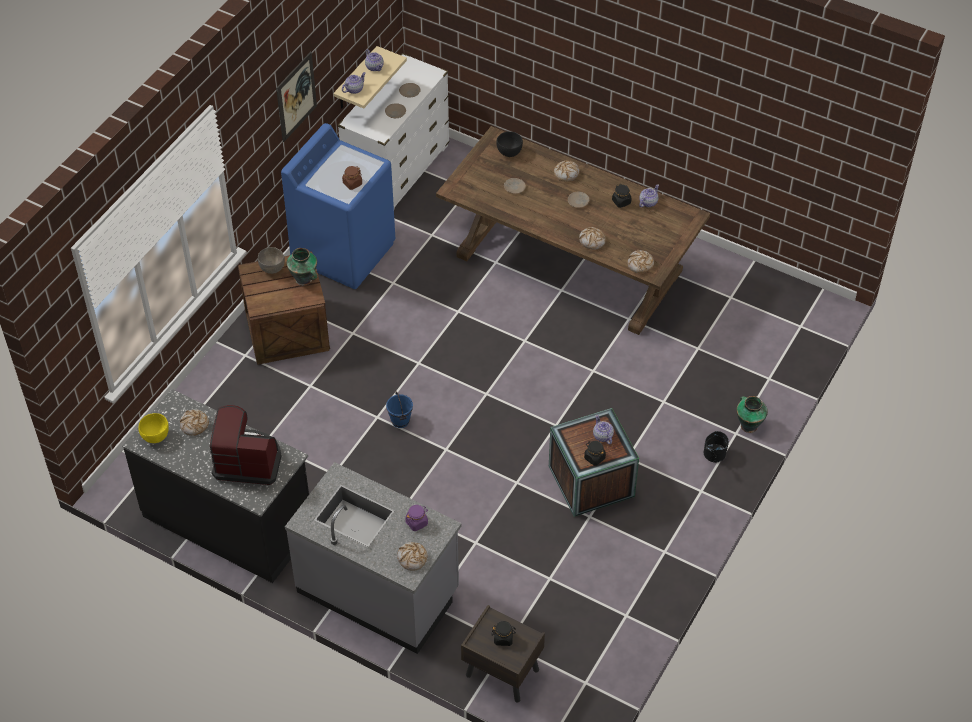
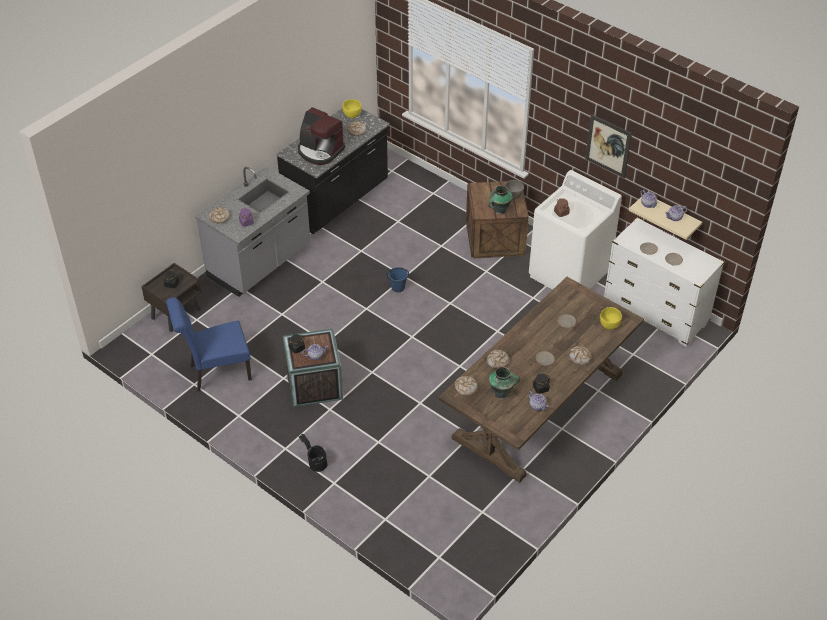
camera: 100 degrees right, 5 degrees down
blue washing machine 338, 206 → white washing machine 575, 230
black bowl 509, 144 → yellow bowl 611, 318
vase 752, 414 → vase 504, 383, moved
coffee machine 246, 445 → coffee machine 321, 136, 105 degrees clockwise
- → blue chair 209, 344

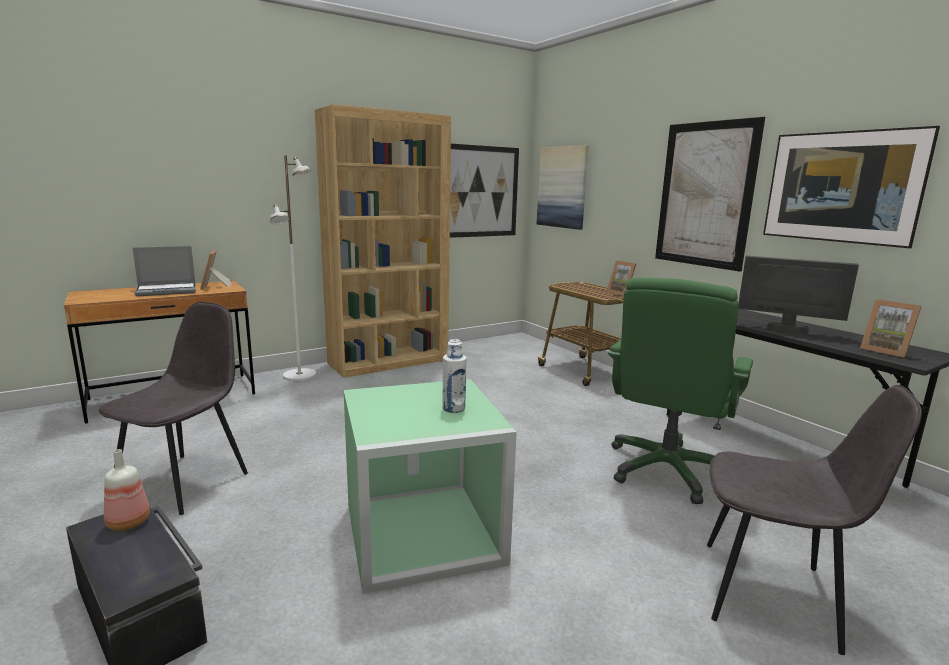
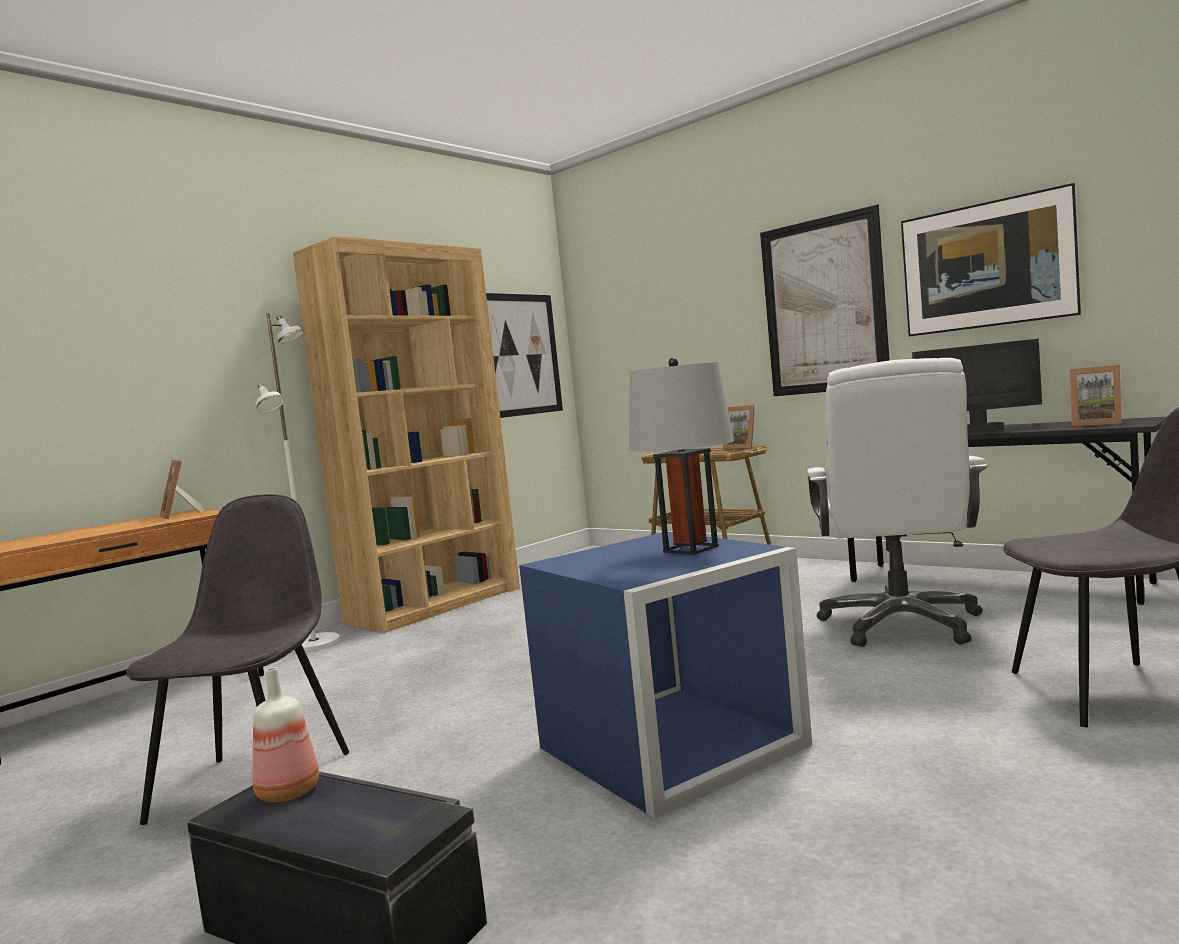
camera: 15 degrees left, 10 degrees down
picture 563, 187 → -
laptop 164, 271 → -
green office chair 680, 390 → white office chair 897, 502
white bottle 454, 376 → grey table lamp 681, 456
green storage box 430, 486 → blue storage box 665, 675

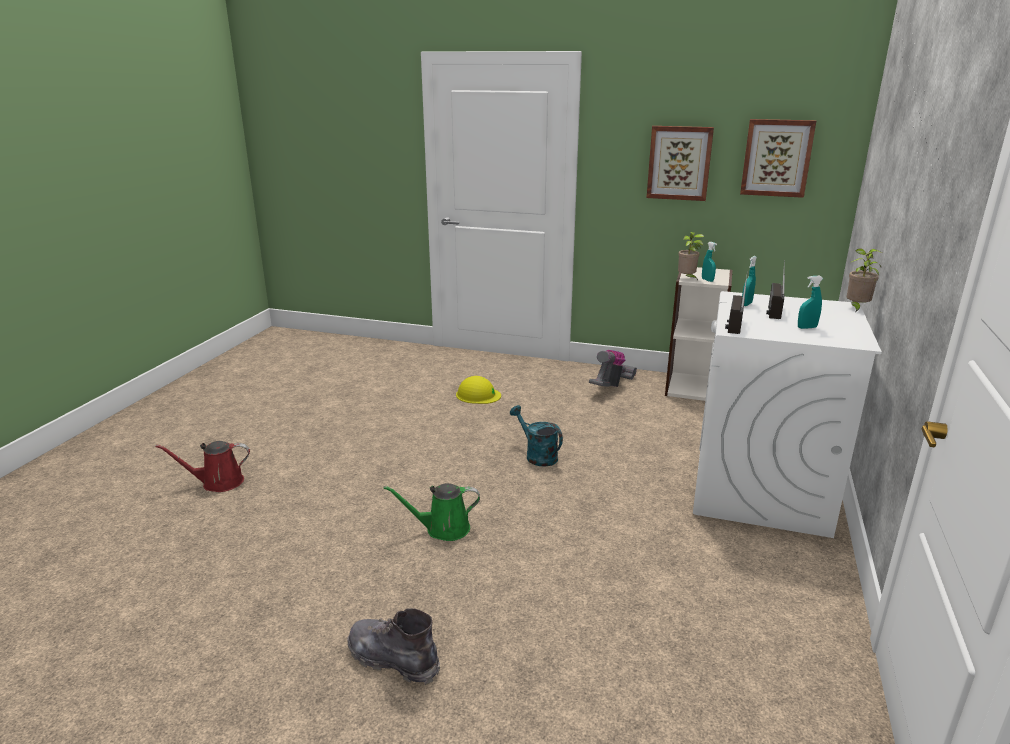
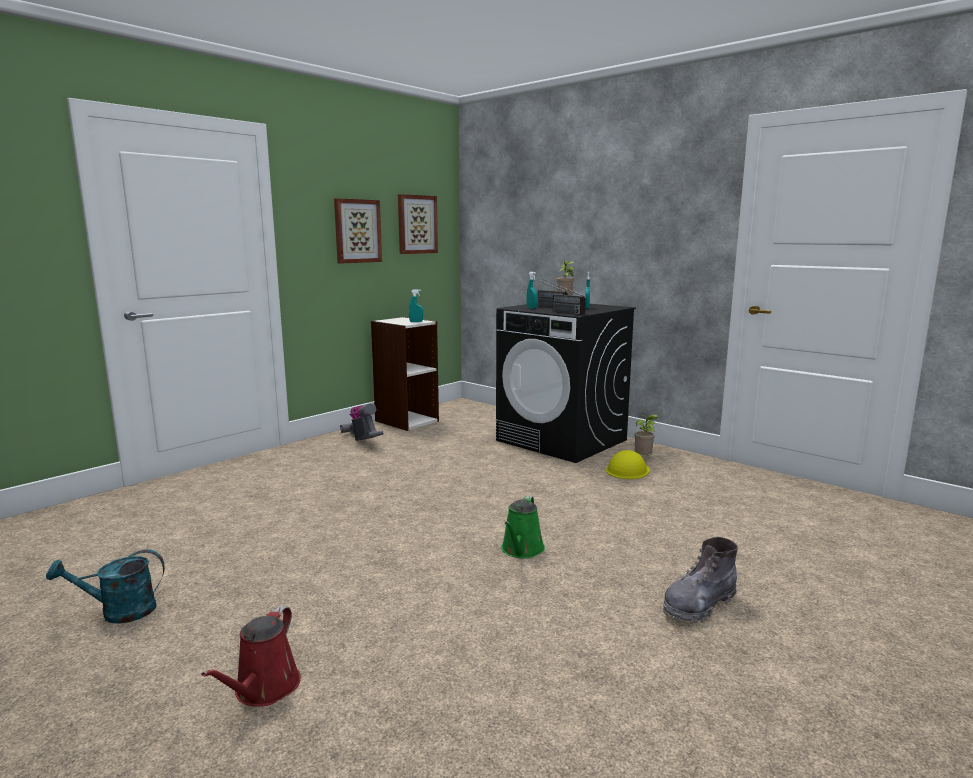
camera: 65 degrees left, 10 degrees down
potted plant 691, 256 → potted plant 646, 435, moved
white washing machine 787, 414 → black washing machine 566, 383
yellow hard hat 478, 390 → yellow hard hat 628, 464, moved
turquoise watering can 536, 436 → turquoise watering can 105, 586, moved

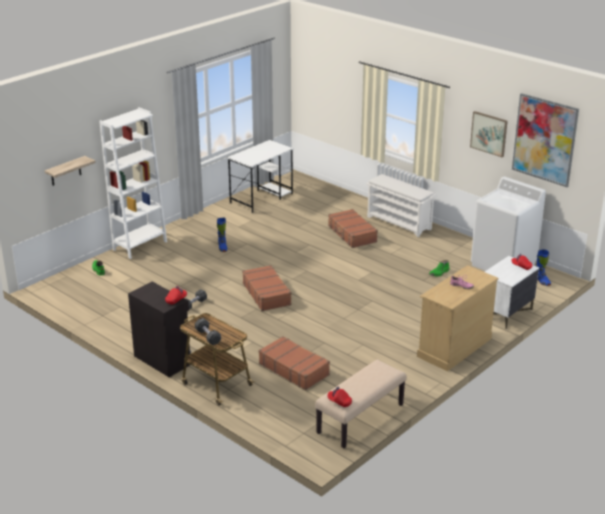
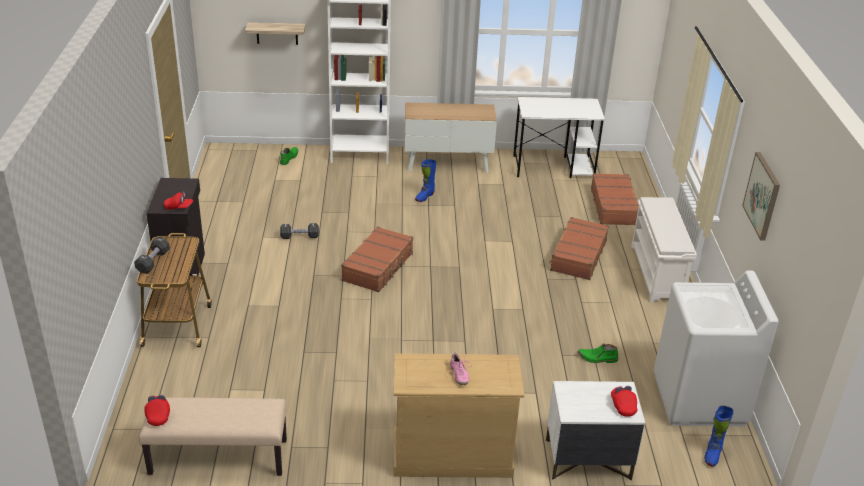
camera: 45 degrees right, 5 degrees up
picture 545, 140 → -
brown suitcase 294, 363 → brown suitcase 615, 199, moved
- → cabinet 451, 138

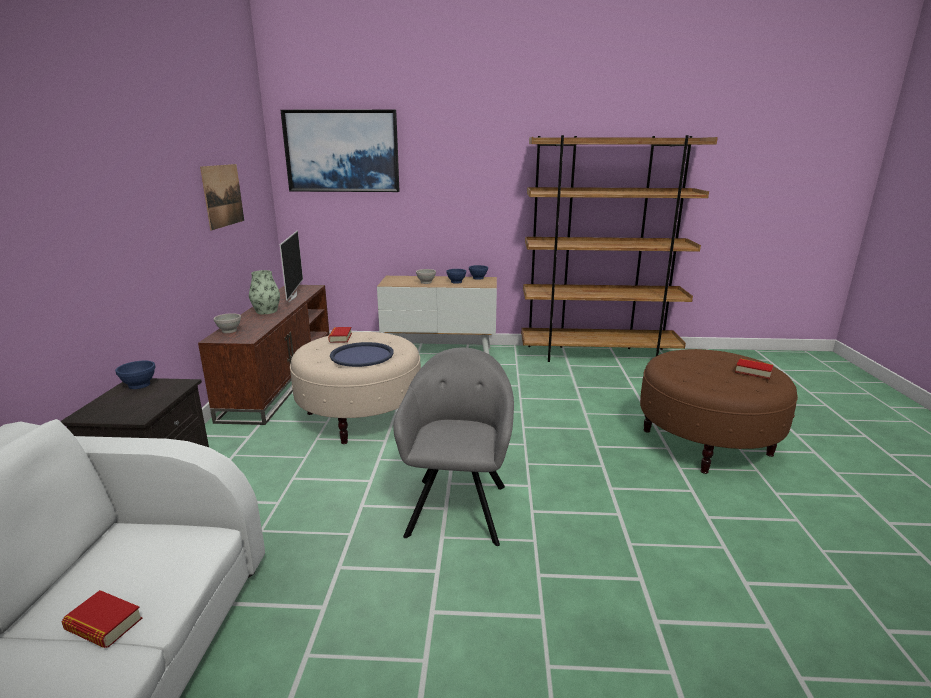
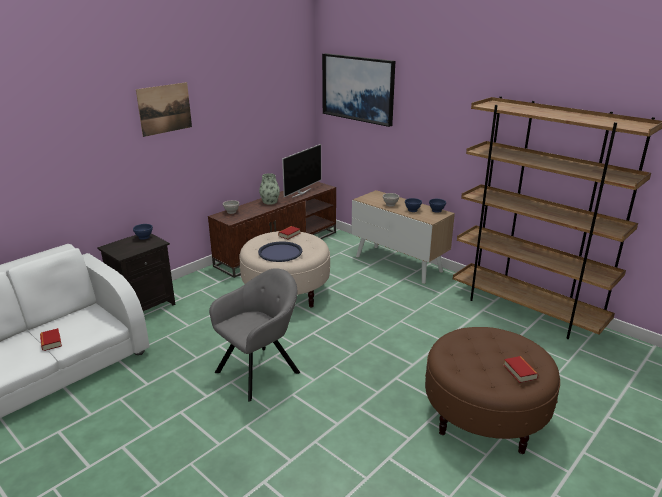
camera: 40 degrees right, 5 degrees up
picture 222, 197 → picture 164, 109, moved

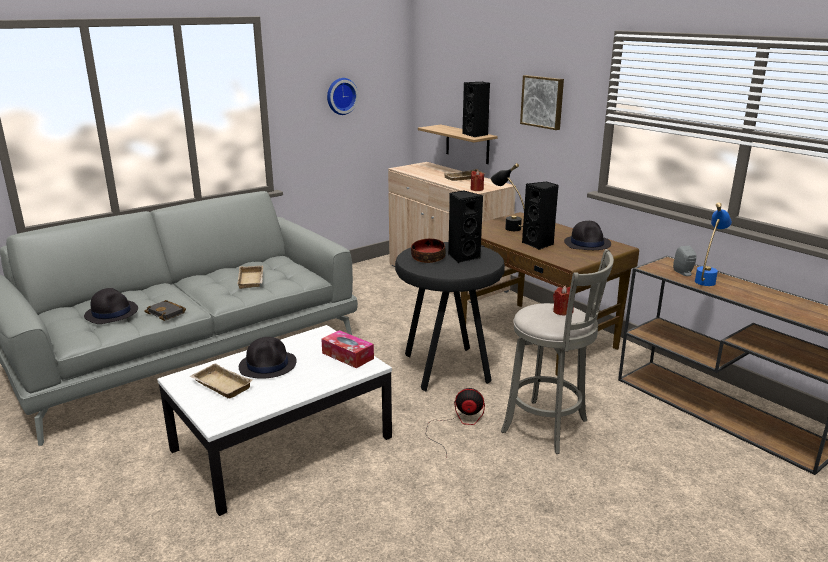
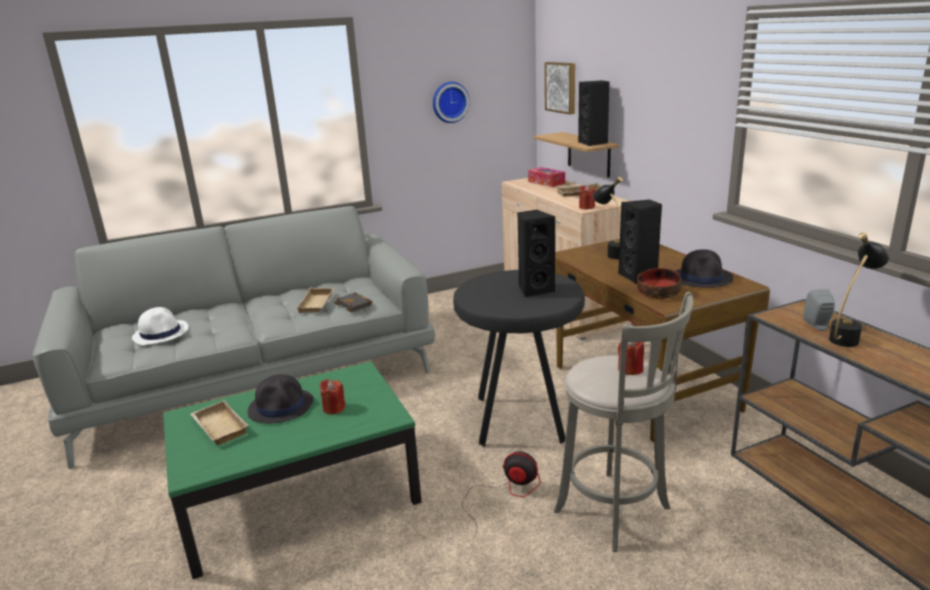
camera: 15 degrees right, 0 degrees up
picture 542, 102 → picture 560, 88, moved
blue table lamp 713, 244 → black table lamp 859, 289
bowl 428, 250 → bowl 659, 283, moved
black hat 111, 306 → white hat 160, 326
black book 165, 310 → black book 353, 302, moved
white coffee table 274, 420 → green coffee table 292, 470
tissue box 347, 349 → tissue box 546, 177, moved
- → red candle 332, 397

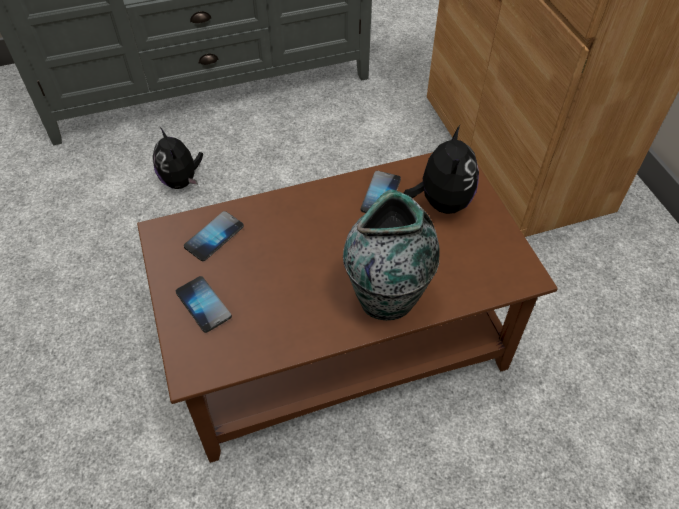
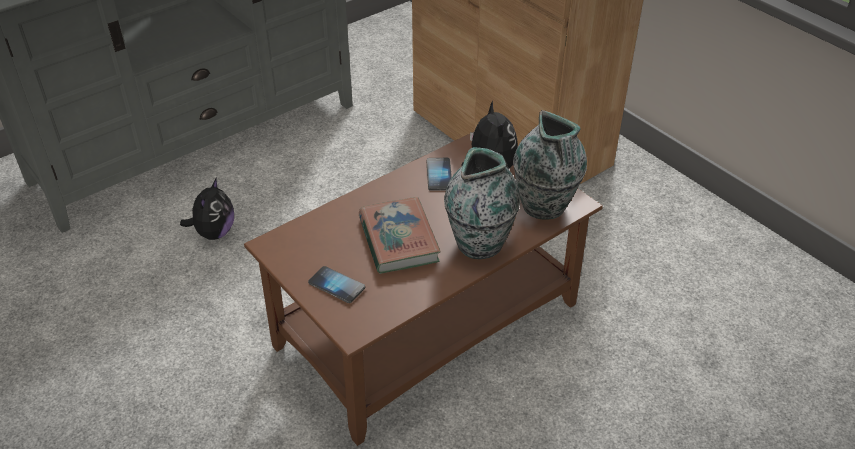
camera: 20 degrees left, 10 degrees down
plush toy 178, 158 → plush toy 207, 208, 120 degrees counterclockwise
phone 214, 236 → -
- → vase 550, 165
- → book 400, 235

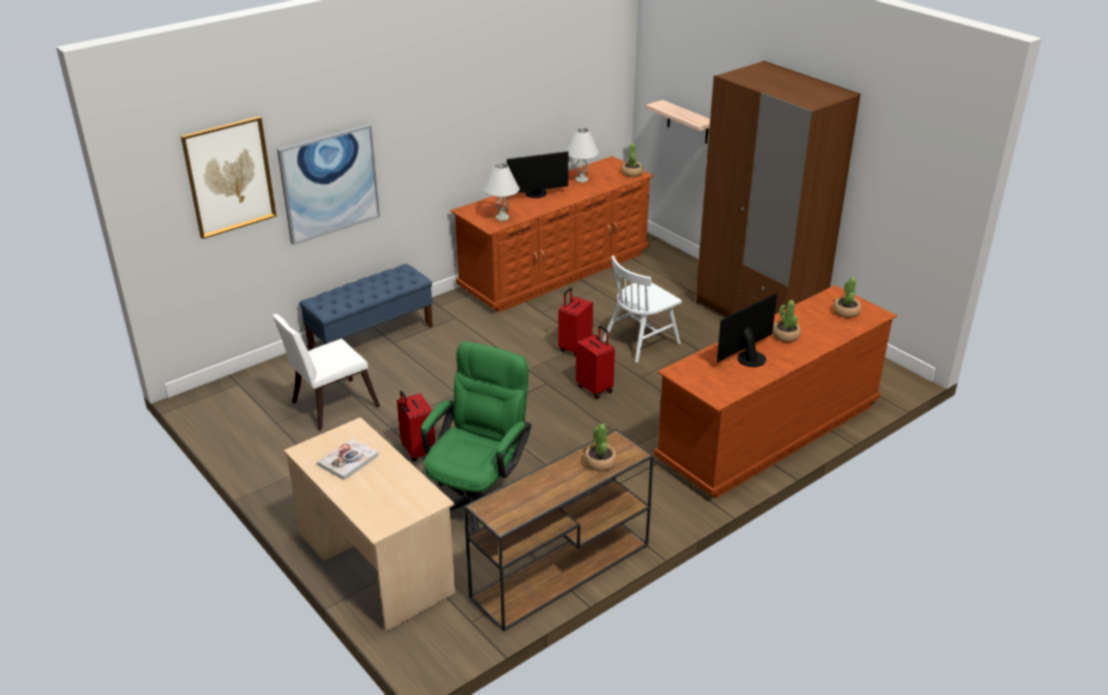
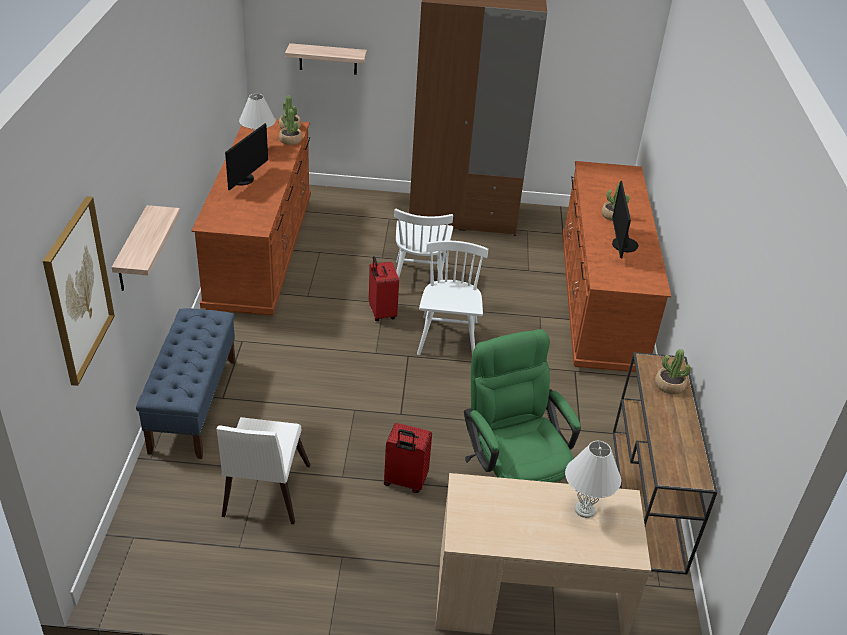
camera: 50 degrees left, 5 degrees up
picture 328, 184 → shelf 146, 248
white table lamp 501, 192 → white table lamp 593, 479, moved
potted plant 847, 297 → potted plant 290, 127, moved
red suitcase 595, 362 → white chair 452, 298
book 348, 459 → -

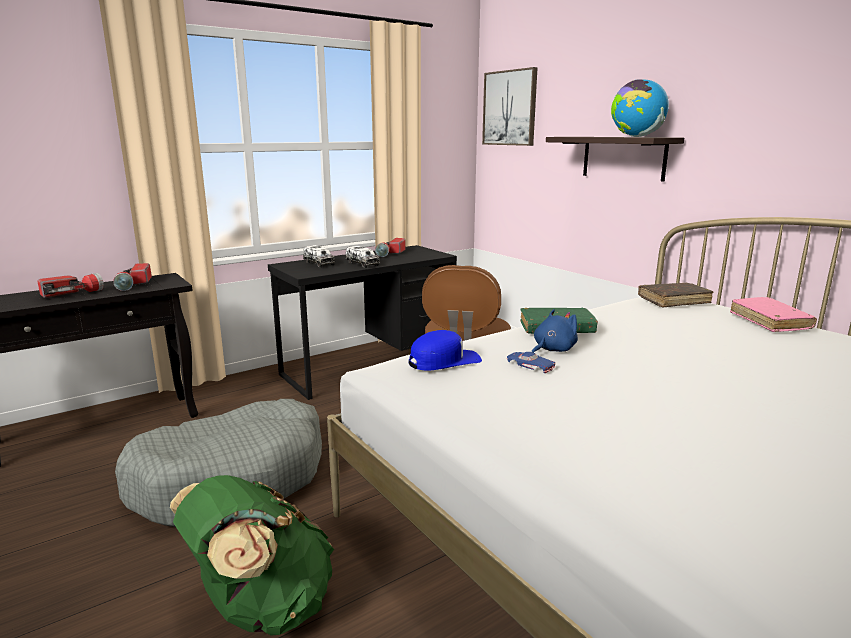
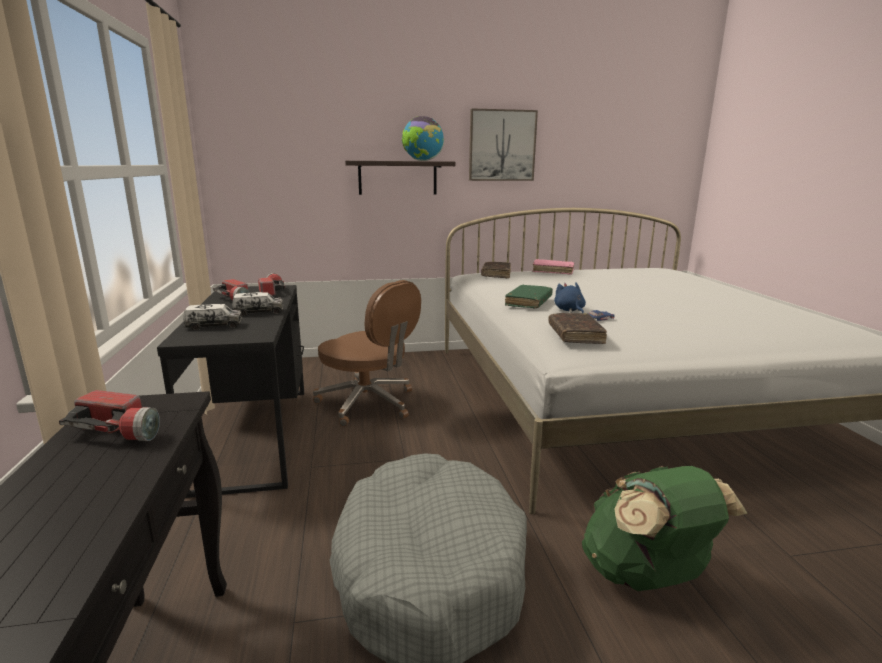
camera: 65 degrees left, 0 degrees up
picture 510, 106 → picture 503, 144, moved
flashlight 70, 285 → flashlight 271, 284, moved
blue cap 445, 350 → brown book 577, 328

